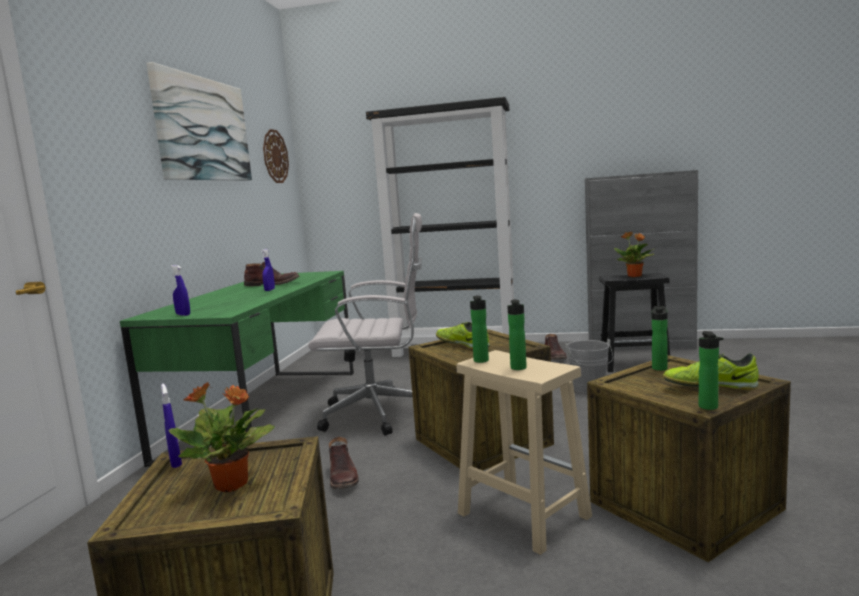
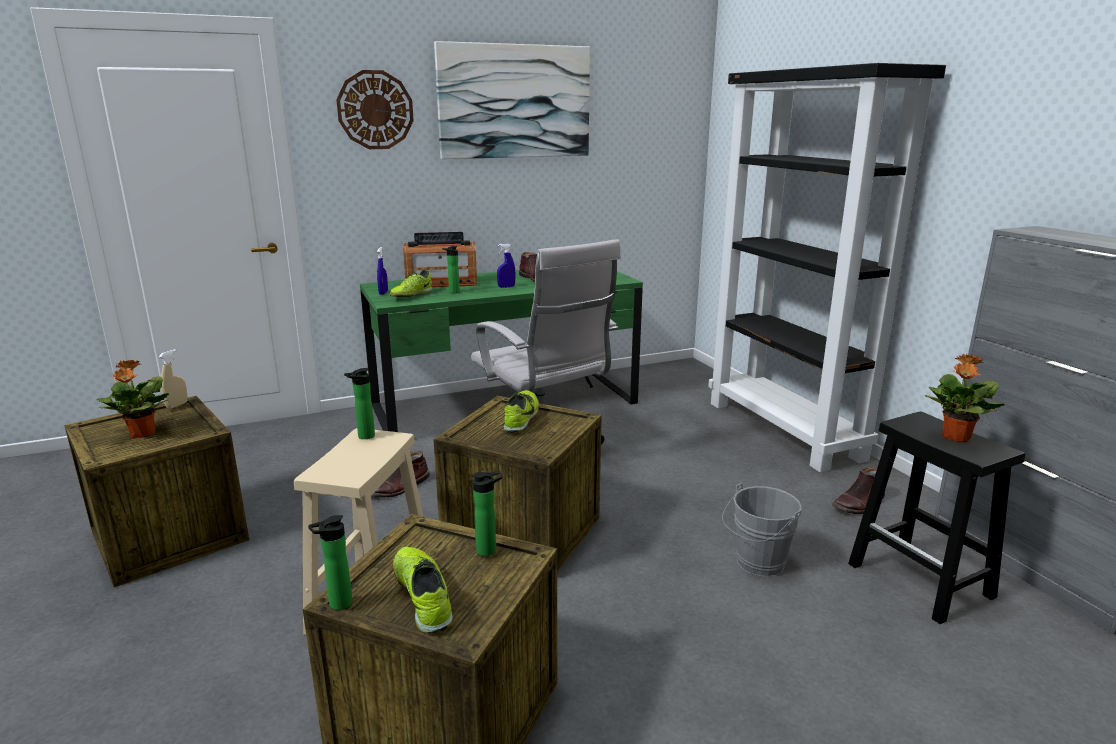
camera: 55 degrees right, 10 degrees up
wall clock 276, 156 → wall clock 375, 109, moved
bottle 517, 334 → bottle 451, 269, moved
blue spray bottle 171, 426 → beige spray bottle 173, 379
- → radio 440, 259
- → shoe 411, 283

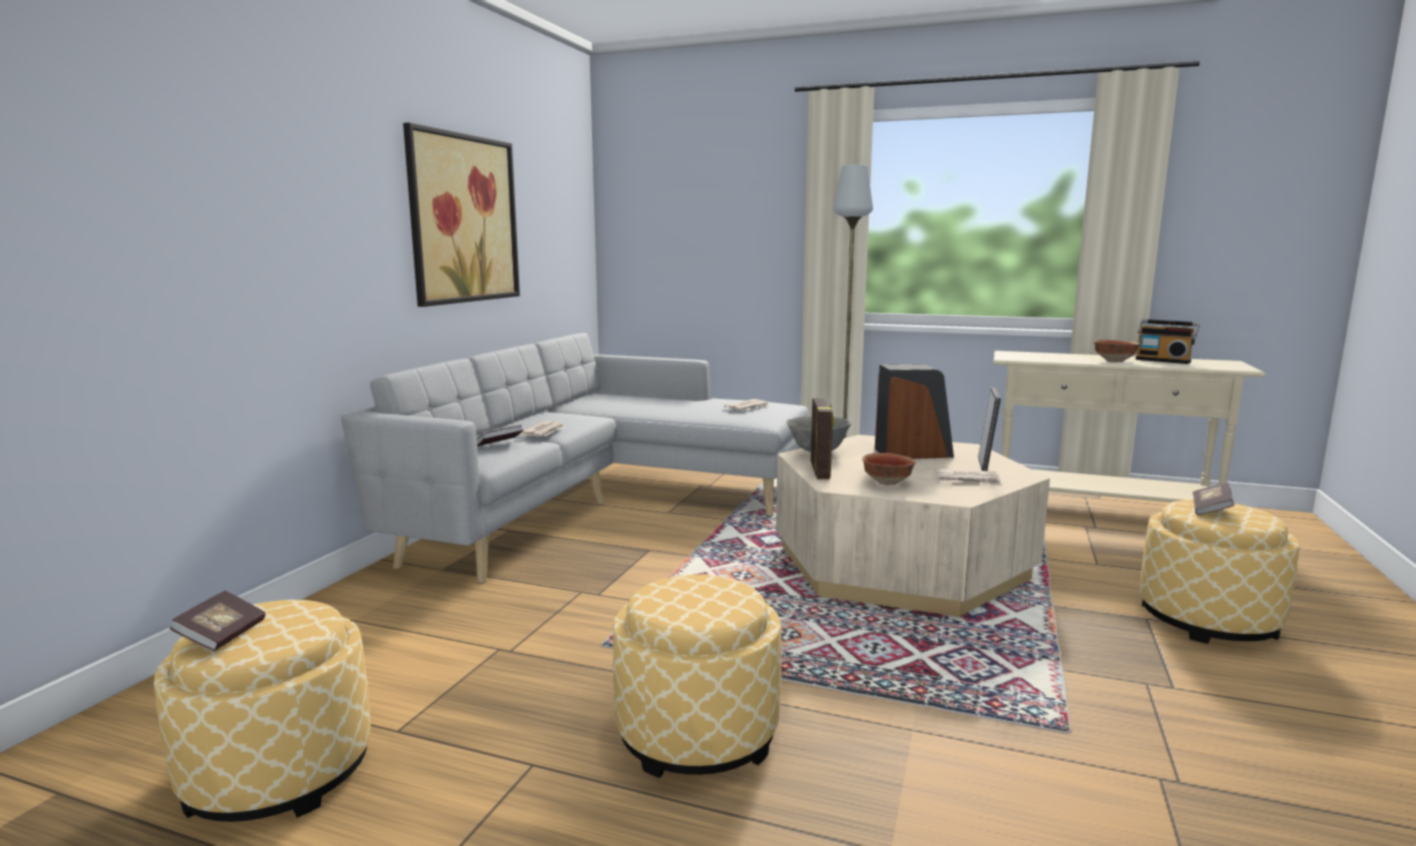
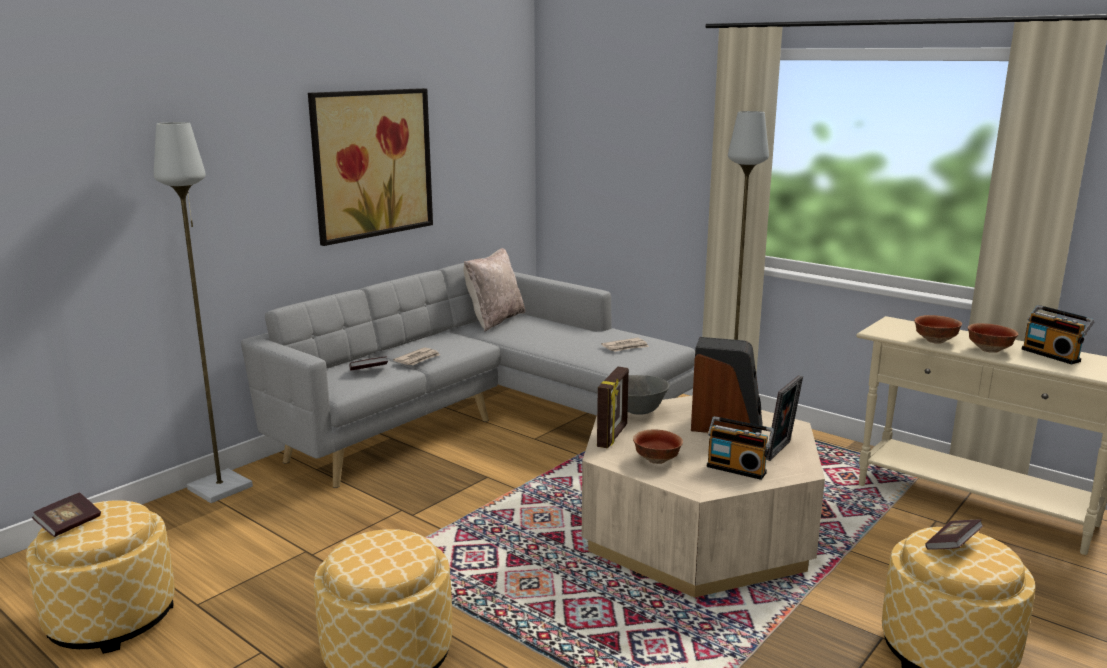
camera: 20 degrees right, 5 degrees up
newspaper 969, 477 → radio 740, 448
- → grey floor lamp 203, 312
- → beige pillow 494, 289
- → bowl 938, 329

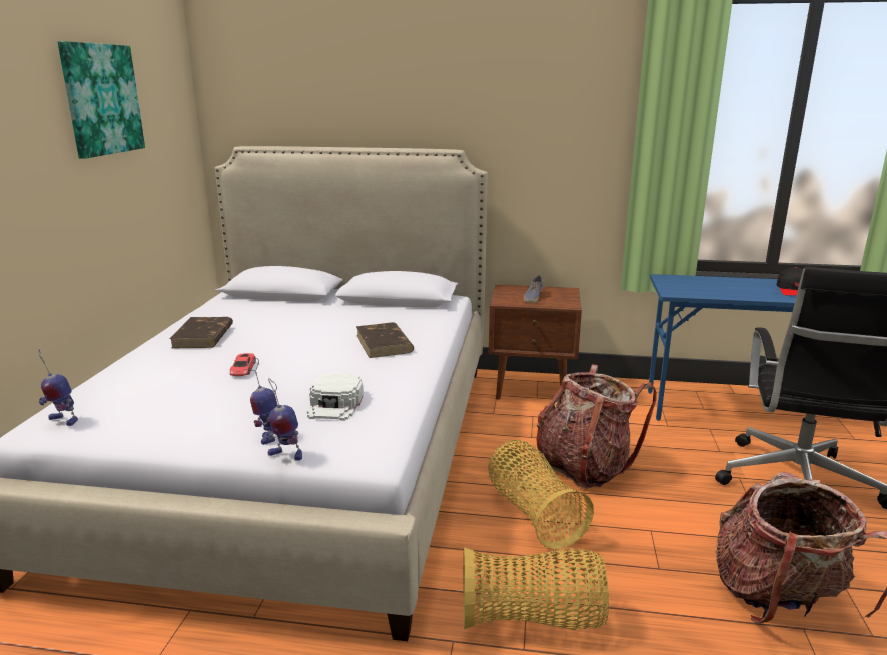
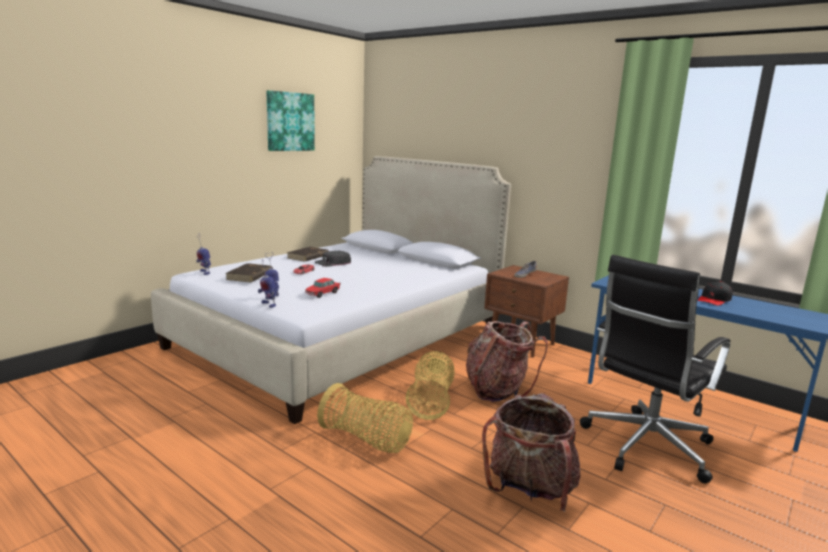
camera: 30 degrees right, 5 degrees down
brown book 385, 340 → brown book 249, 272, moved
white cap 335, 397 → toy car 322, 288
- → black cap 333, 258

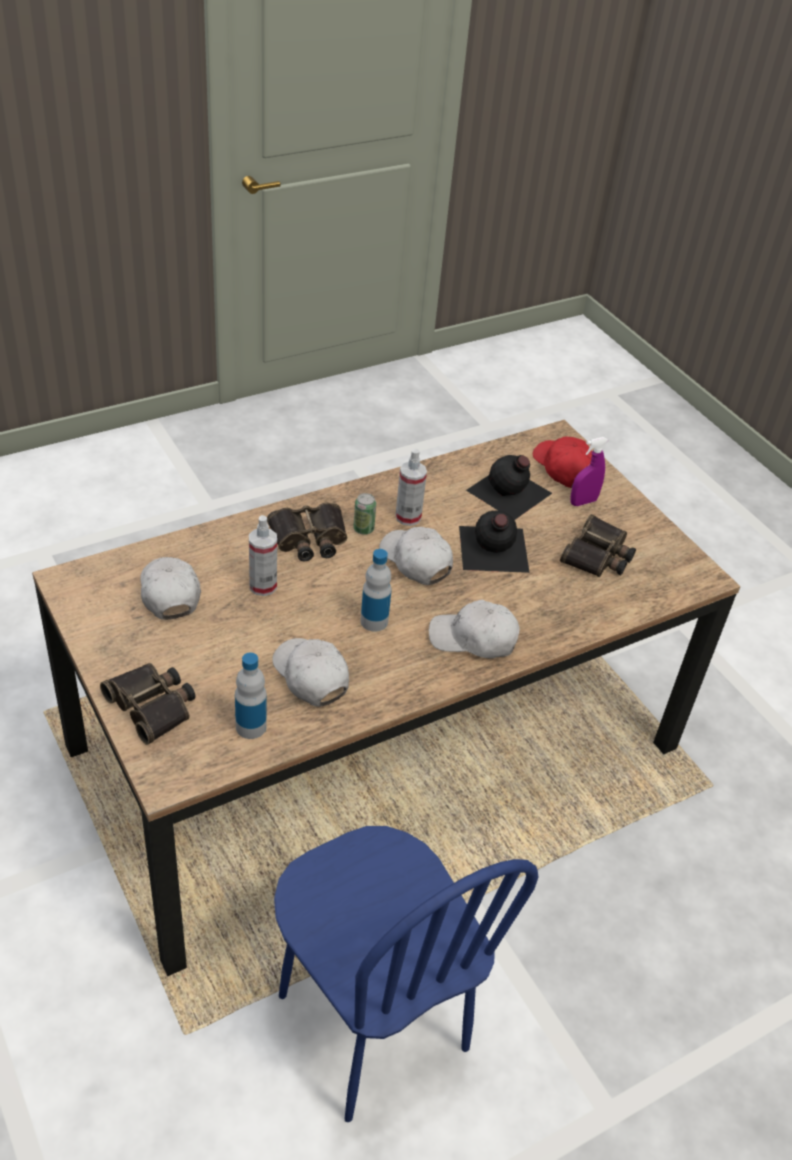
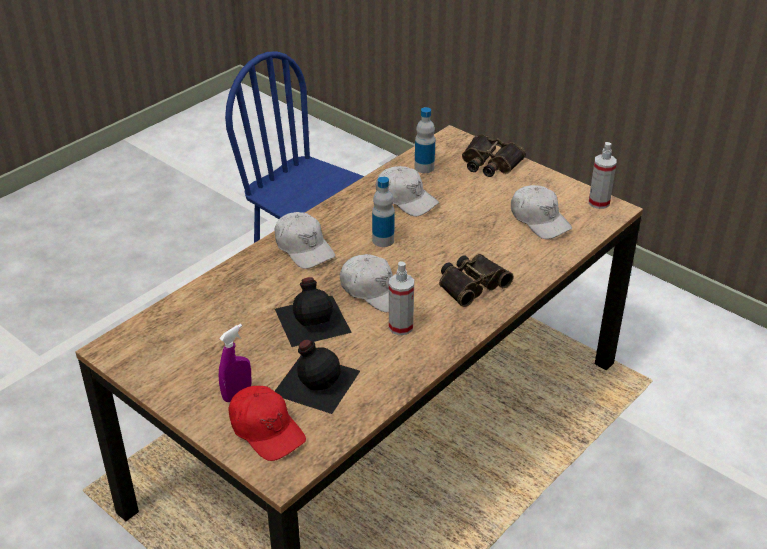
camera: 165 degrees right, 5 degrees down
can 364, 514 → -
binoculars 598, 545 → -
spray bottle 263, 555 → spray bottle 603, 175, moved
white cap 474, 629 → white cap 304, 240, 60 degrees clockwise

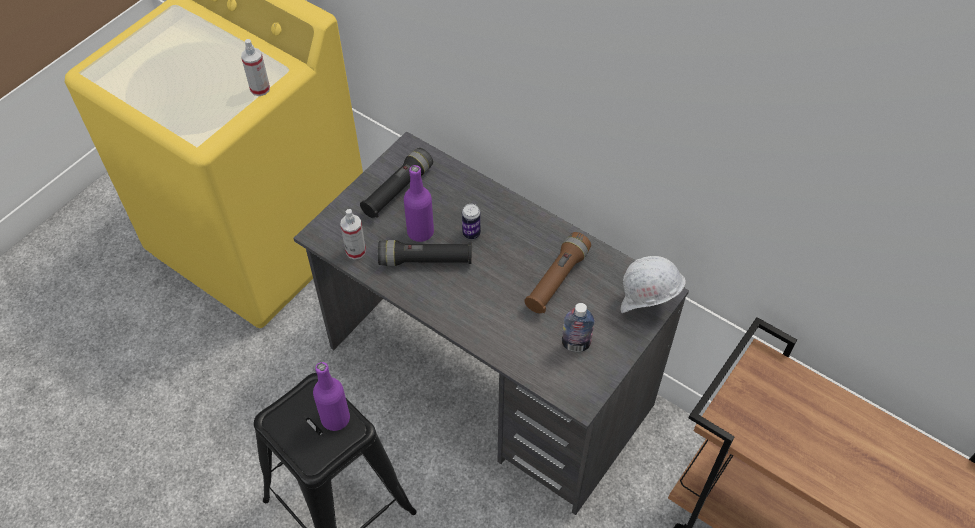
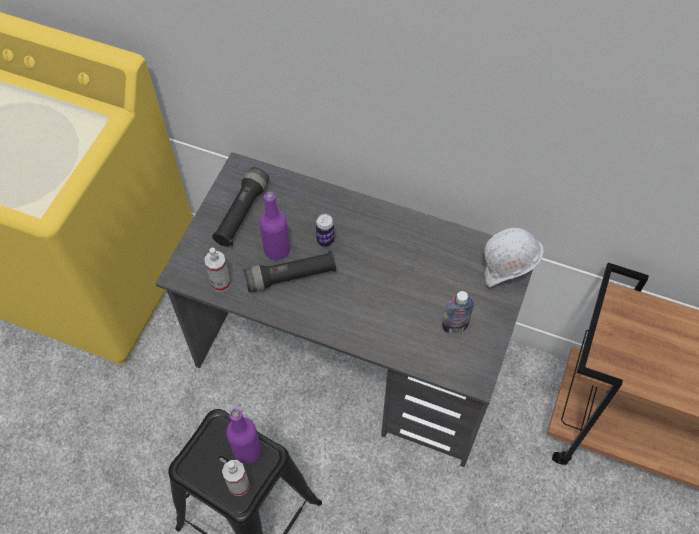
camera: 15 degrees left, 5 degrees up
spray bottle 255, 67 → spray bottle 236, 478, moved
brown flashlight 557, 272 → -

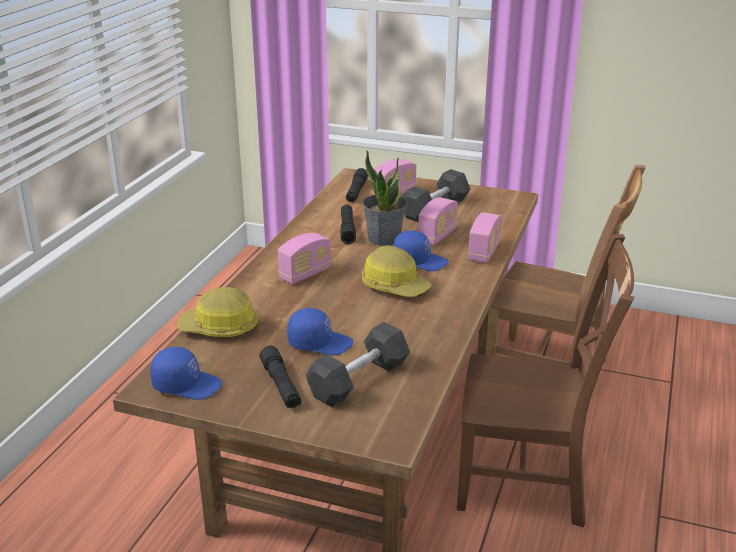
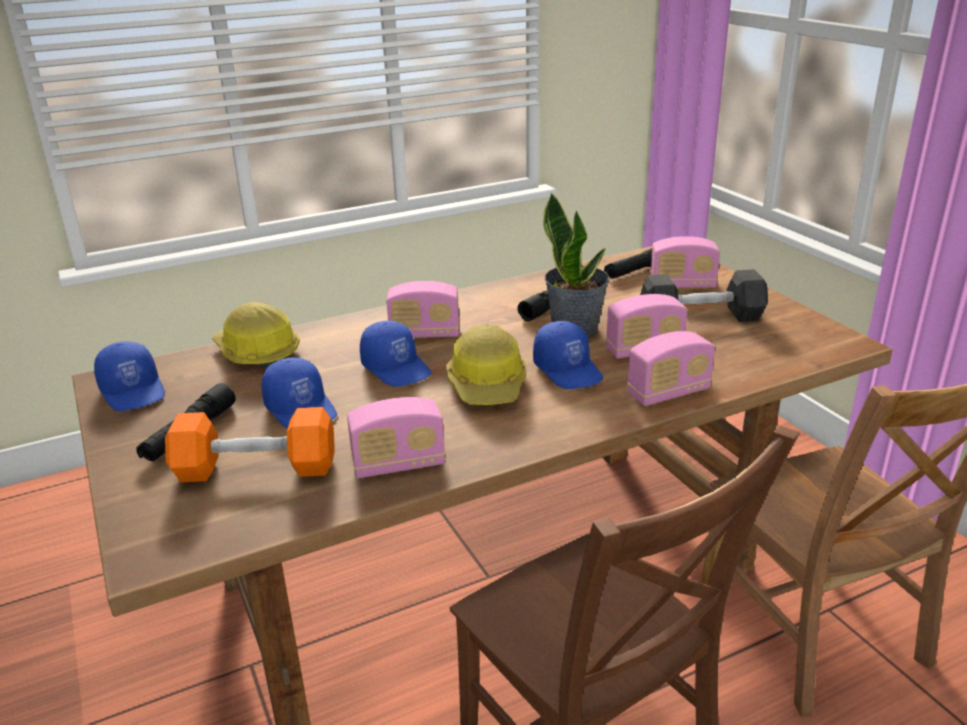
camera: 45 degrees right, 0 degrees up
grey dumbbell 358, 364 → orange dumbbell 250, 444
- → blue cap 395, 354
- → radio 396, 437

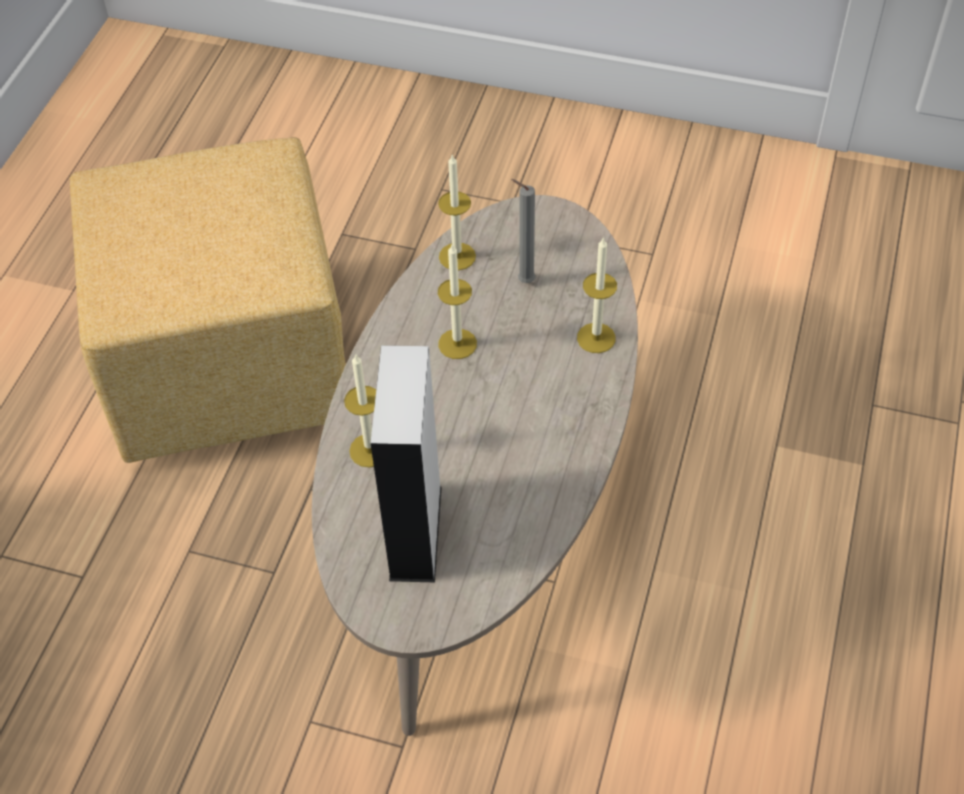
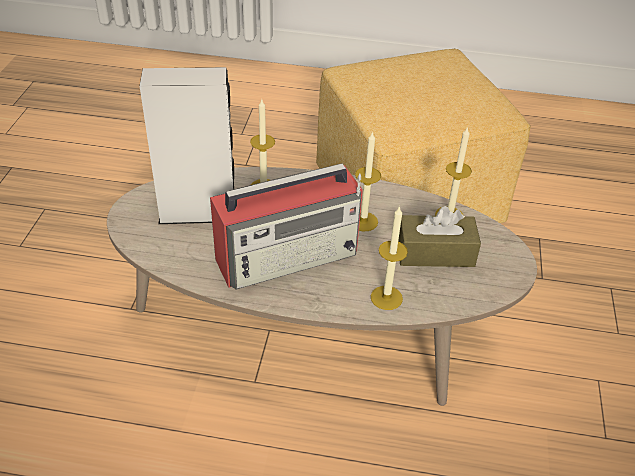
camera: 80 degrees right, 10 degrees down
grey candle 523, 231 → brown tissue box 439, 236
- → radio 286, 227

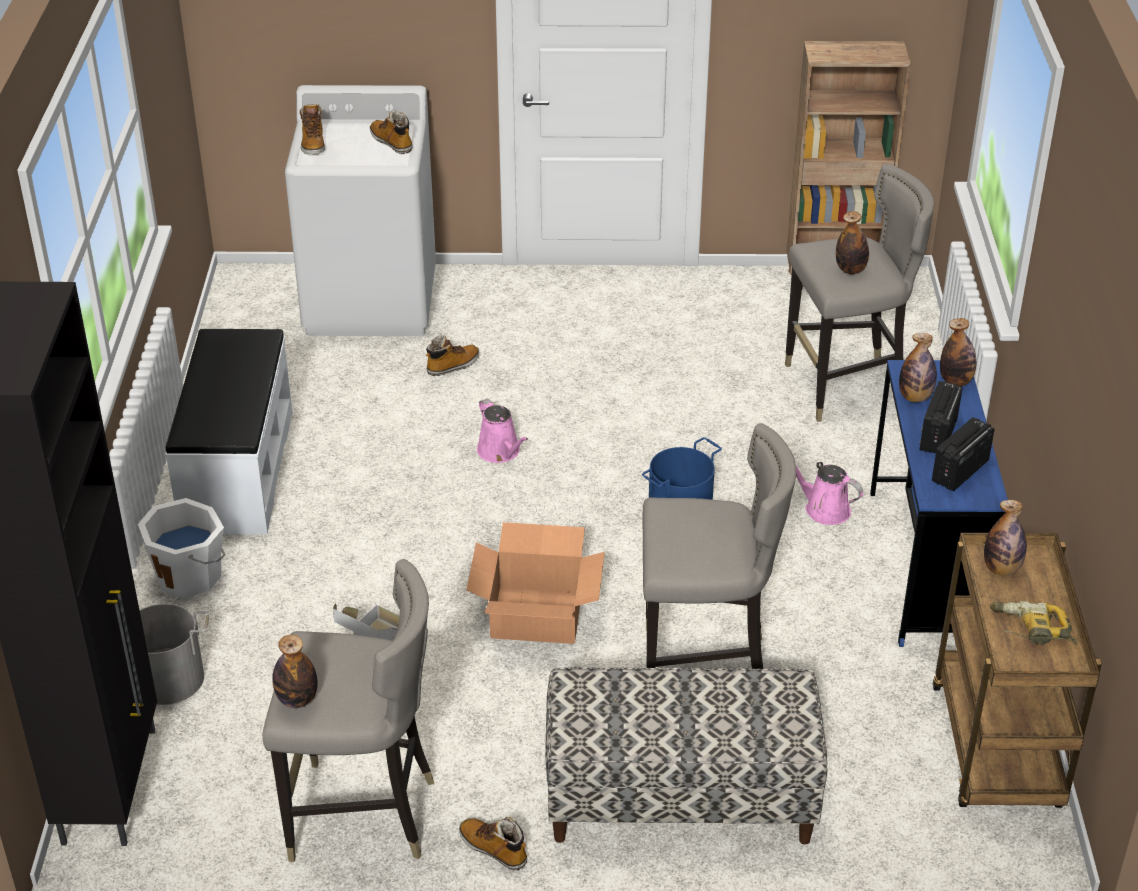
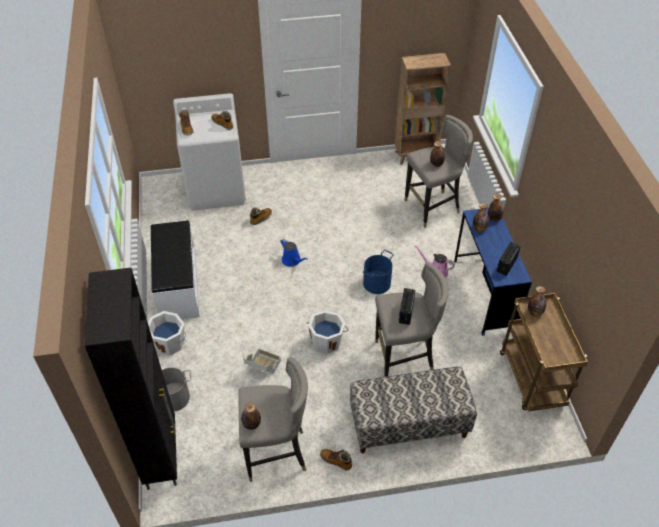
camera: 10 degrees left, 10 degrees up
radio 941, 417 → radio 407, 306, moved
pink watering can 502, 430 → blue watering can 294, 253
cardboard box 535, 583 → white bucket 328, 332
power drill 1033, 622 → -

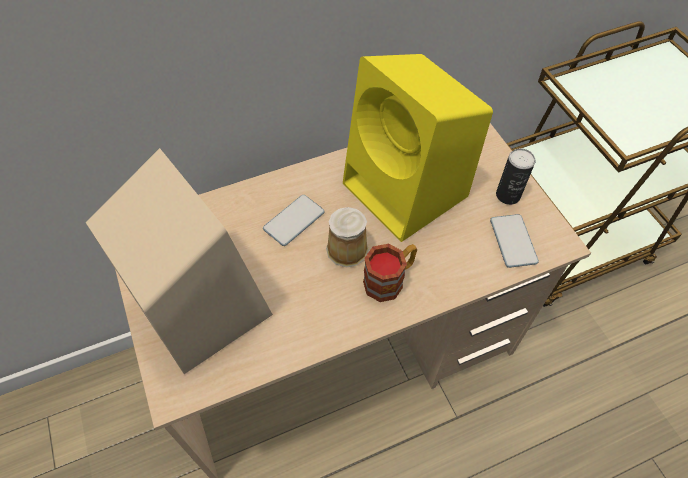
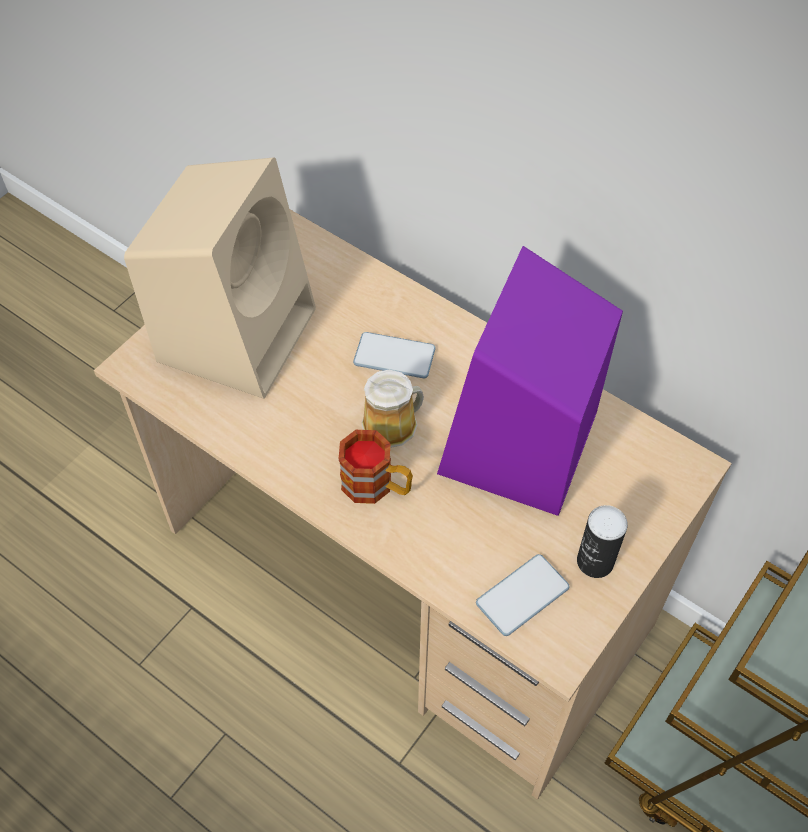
camera: 60 degrees right, 0 degrees up
yellow speaker 418, 148 → purple speaker 530, 381

